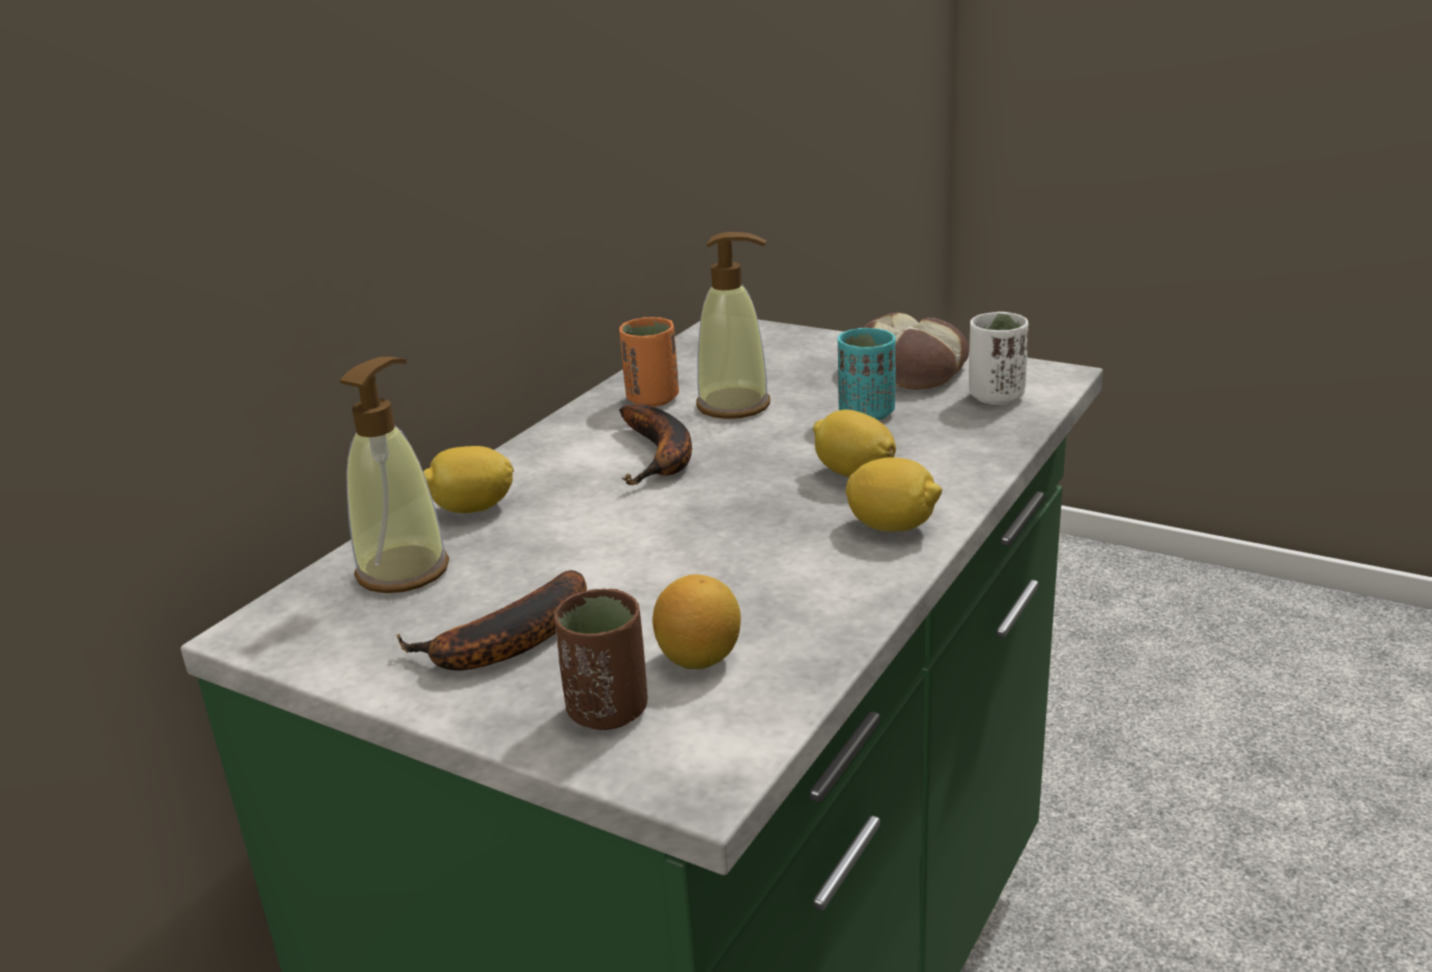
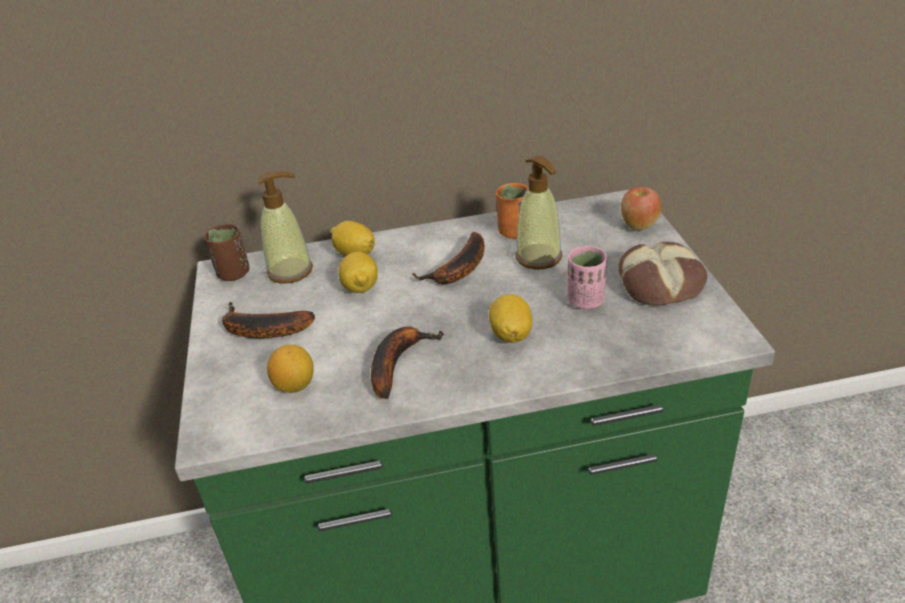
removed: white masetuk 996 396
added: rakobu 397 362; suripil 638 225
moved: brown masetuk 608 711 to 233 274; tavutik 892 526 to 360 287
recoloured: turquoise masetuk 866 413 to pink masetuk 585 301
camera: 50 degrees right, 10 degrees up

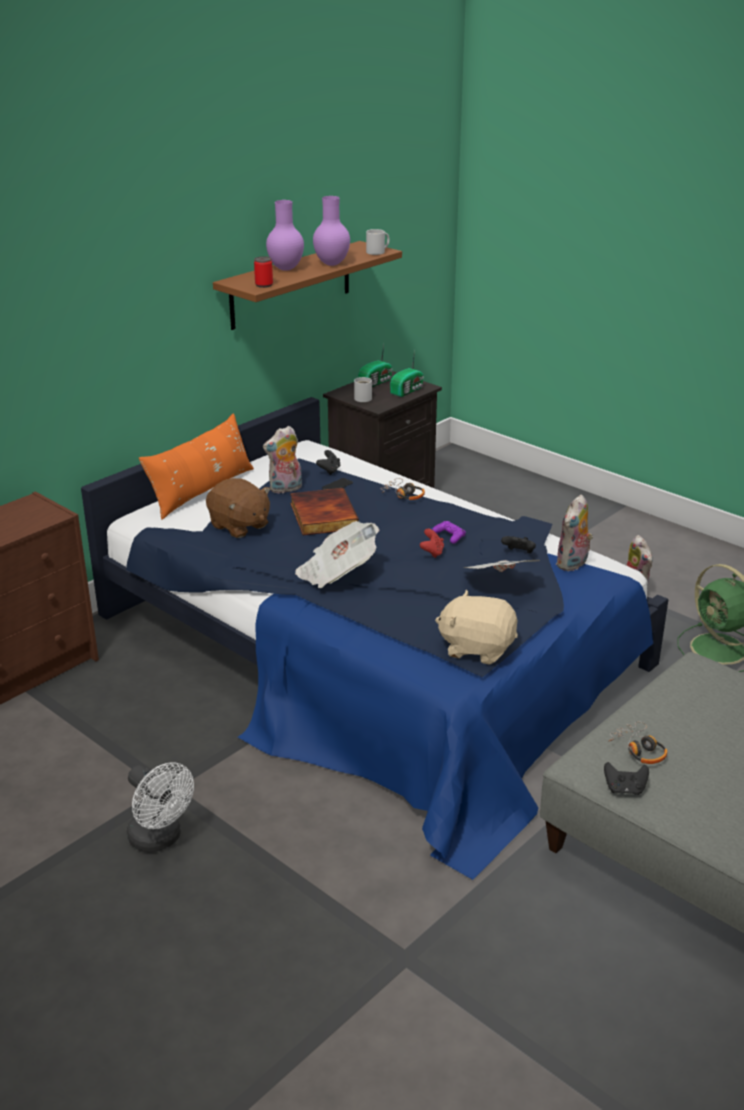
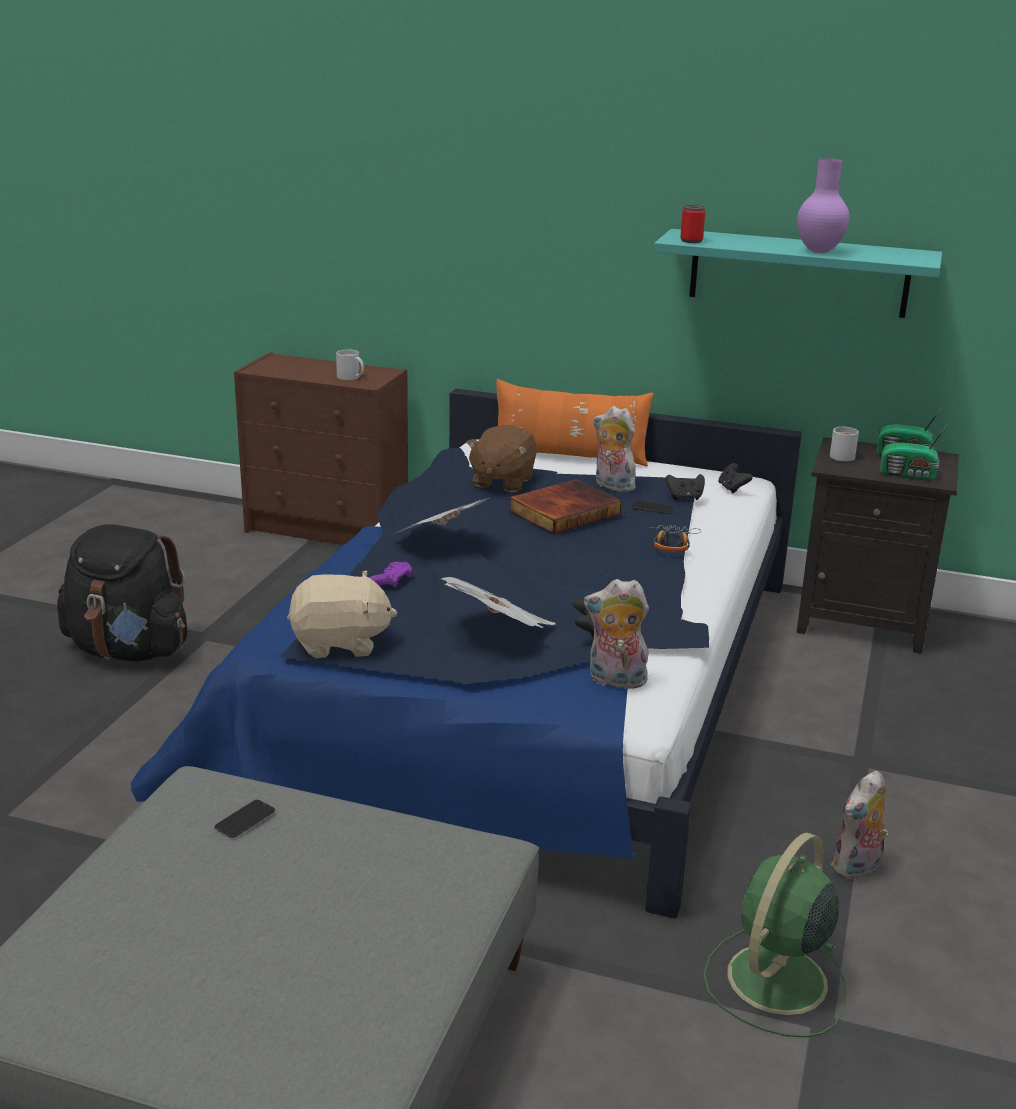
removed: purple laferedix 286 269; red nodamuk 432 552
moved: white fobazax 377 252 to 349 377; purple nodamuk 449 536 to 391 580; black nodamuk 624 789 to 732 489
replaced: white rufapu 160 839 to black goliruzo 129 651; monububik 638 749 to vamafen 245 819
recoloured: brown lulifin 291 285 to turquoise lulifin 798 273
turned: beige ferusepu 477 648 = 340 643 90 degrees clockwise
camera: 65 degrees right, 5 degrees down

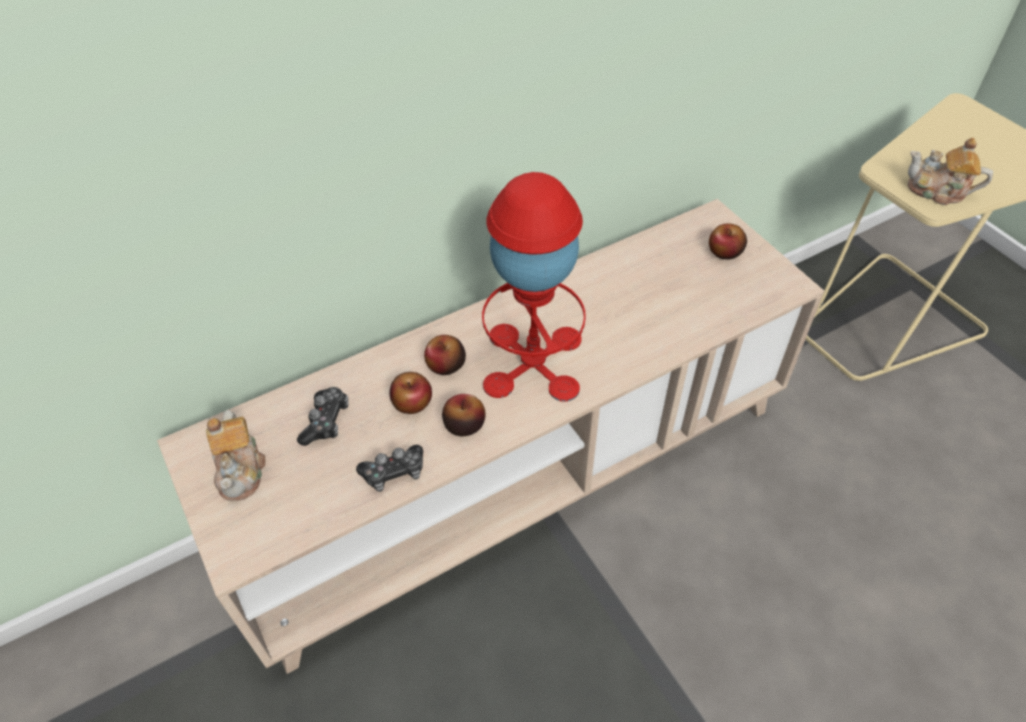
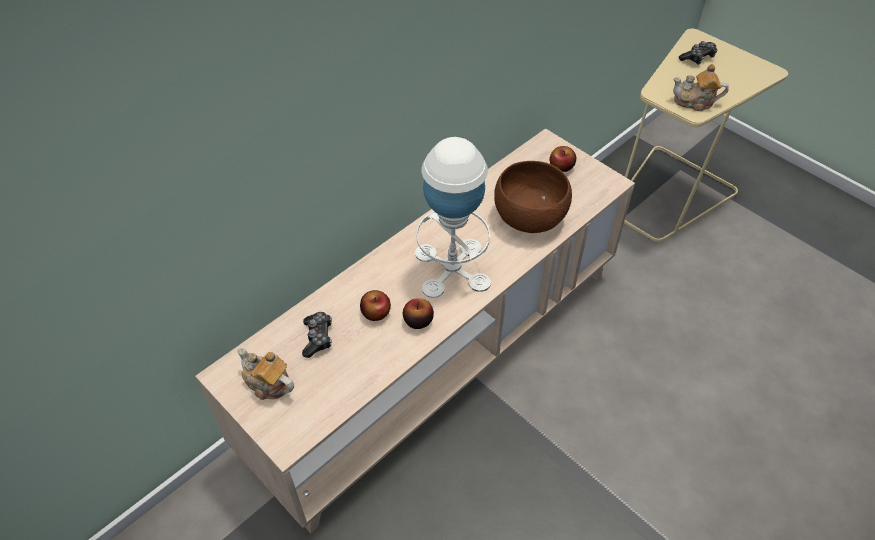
removed: suripil 446 365
added: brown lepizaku 529 217
moved: nodamuk 394 473 to 698 58
recoloured: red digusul 533 362 to white digusul 452 268
turned: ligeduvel 241 470 = 268 383 150 degrees clockwise
camera: 15 degrees left, 0 degrees up

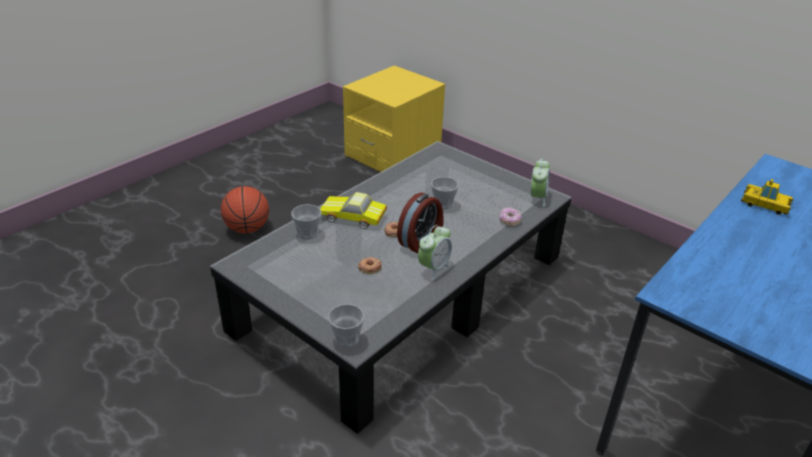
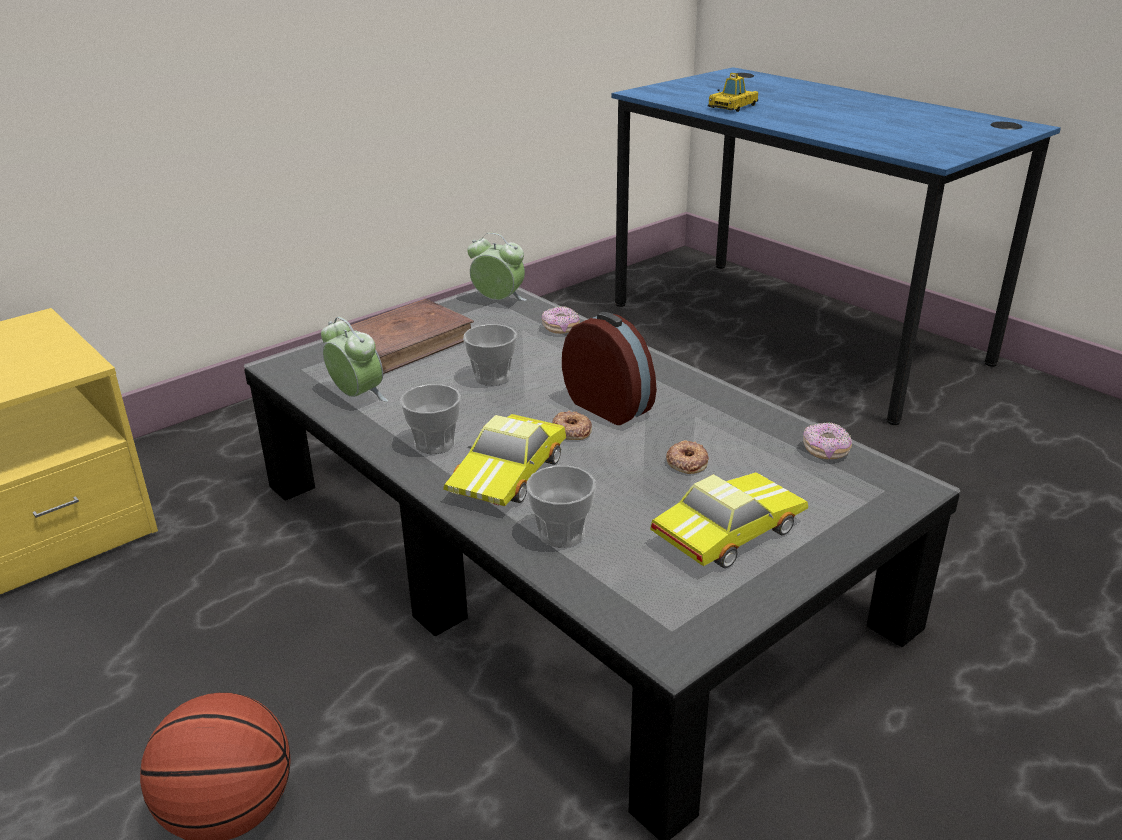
added: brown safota 405 343; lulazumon 725 531; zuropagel 825 451
moved: masetuk 346 339 to 434 443; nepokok 434 268 to 357 396
camera: 80 degrees left, 5 degrees down

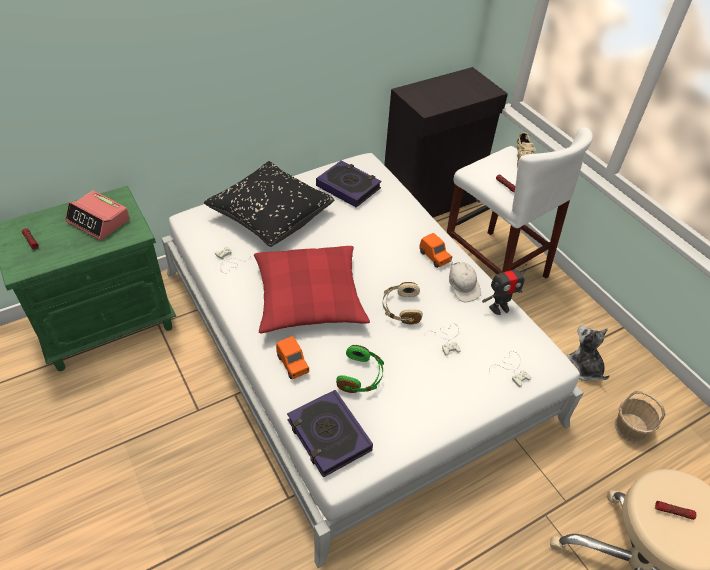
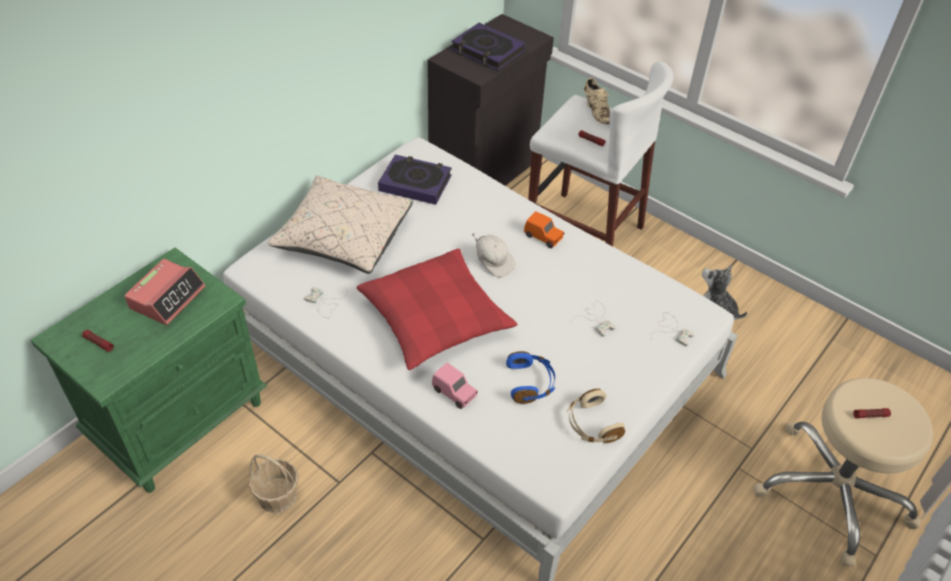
removed: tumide 499 308
moved: safota 328 435 to 487 51; beige monububik 401 308 to 592 424; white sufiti 462 287 to 493 262; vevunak 630 428 to 277 495
recoloured: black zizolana 271 215 to beige zizolana 344 238; orange lulazumon 293 364 to pink lulazumon 454 393; green monububik 361 376 to blue monububik 530 383
turned: nepokok 99 221 = 167 297 75 degrees counterclockwise
camera: 20 degrees left, 0 degrees up

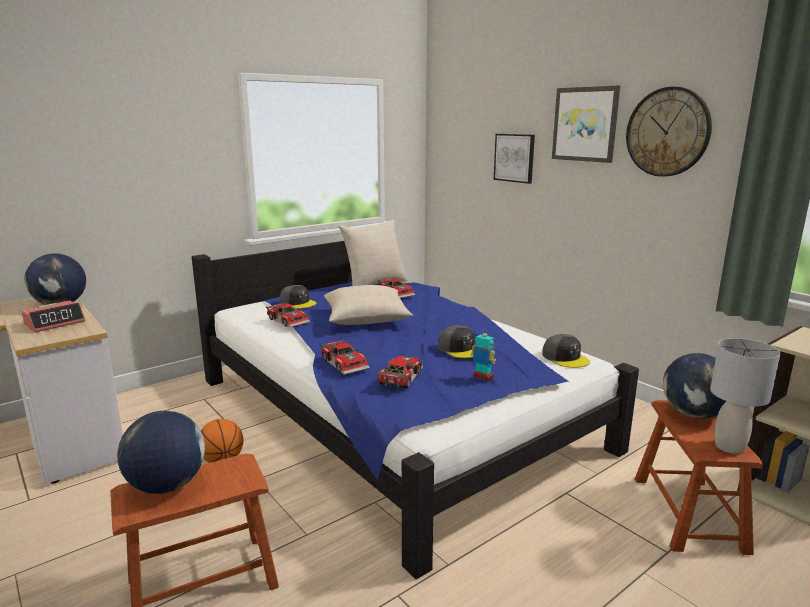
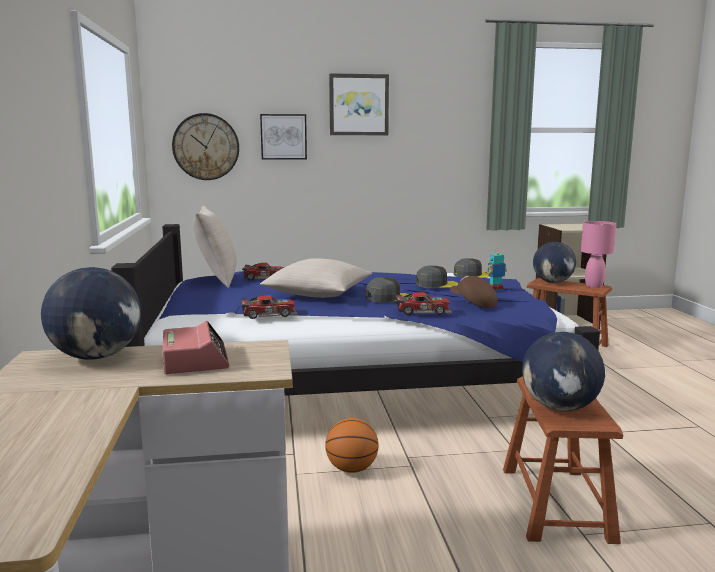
moved: grey sufiti 298 303 to 387 297; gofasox 667 132 to 206 147
replaced: lulazumon 398 378 to brown sufiti 473 303
recoloured: grey digusul 728 446 to pink digusul 593 286
camera: 60 degrees left, 5 degrees down

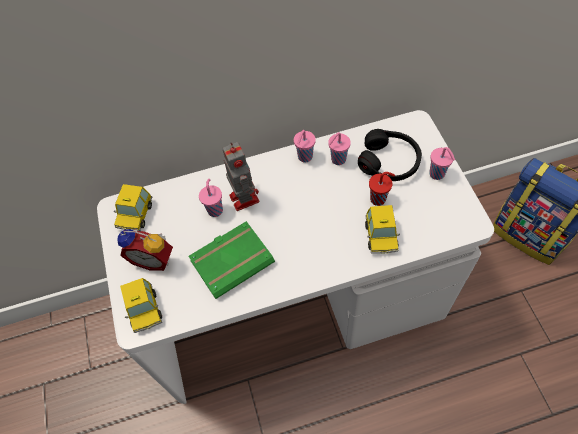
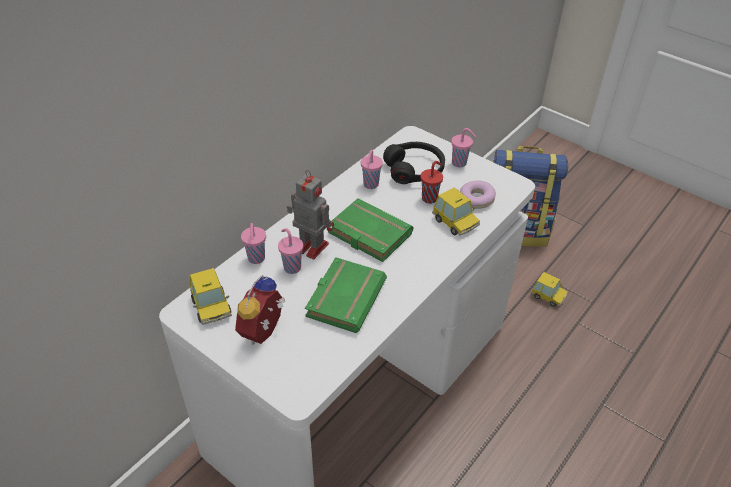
added: green safota 367 234; zuropagel 476 199
moved: lulazumon 144 310 to 548 296; pink masetuk 304 157 to 256 259
turned: nepokok 154 258 = 265 332 135 degrees clockwise
camera: 40 degrees left, 15 degrees down

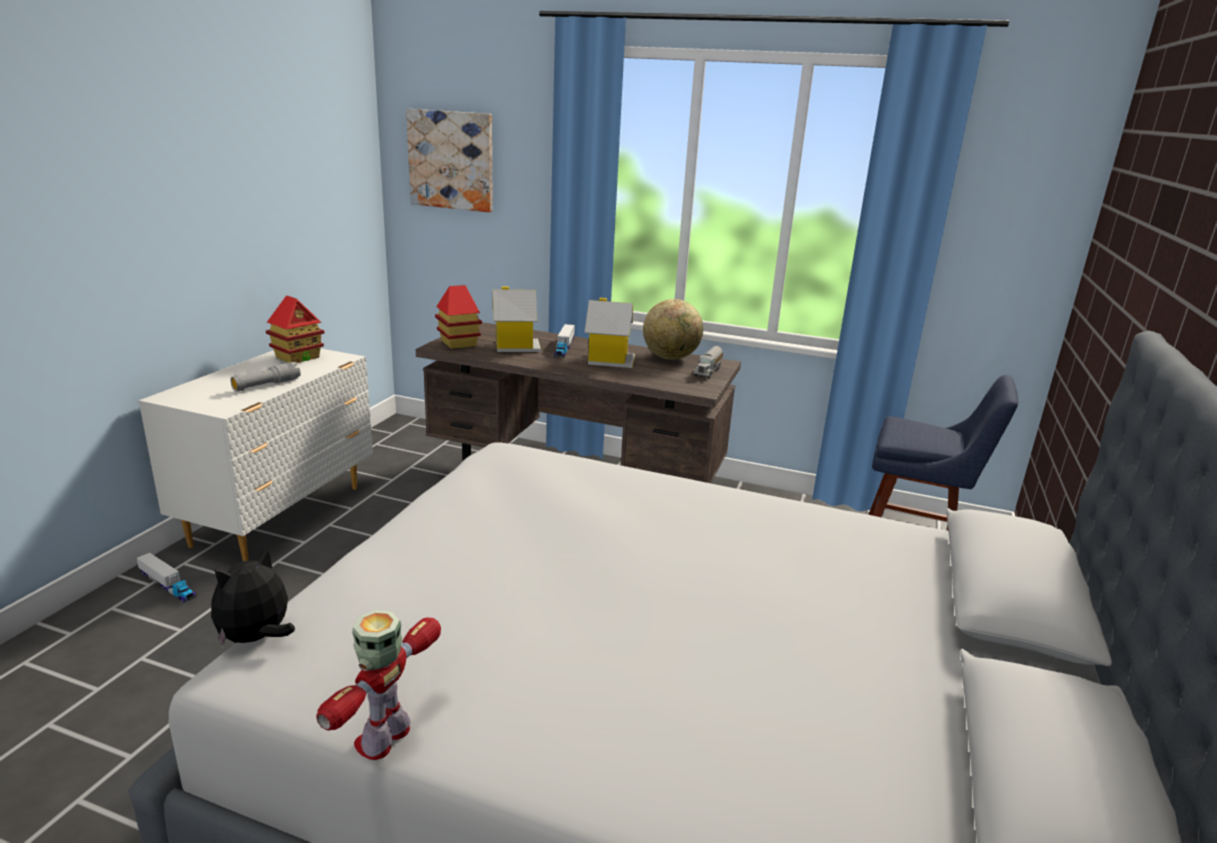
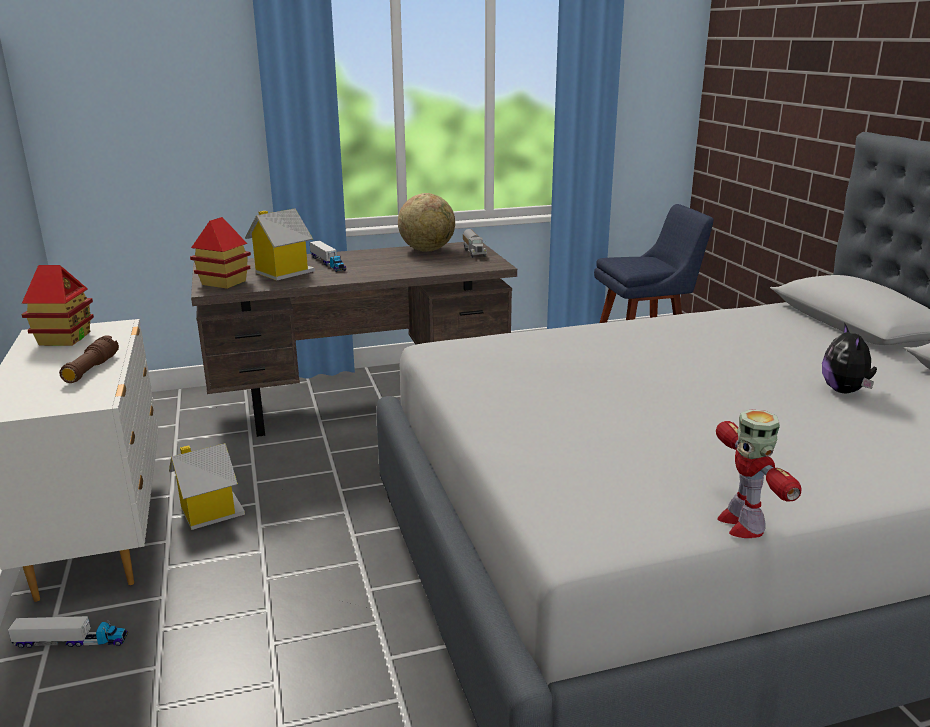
removed: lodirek 451 160
moved: ferusepu 257 638 to 845 391; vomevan 609 360 to 209 512
recoloured: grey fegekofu 267 385 to brown fegekofu 91 369
camera: 35 degrees left, 0 degrees up

